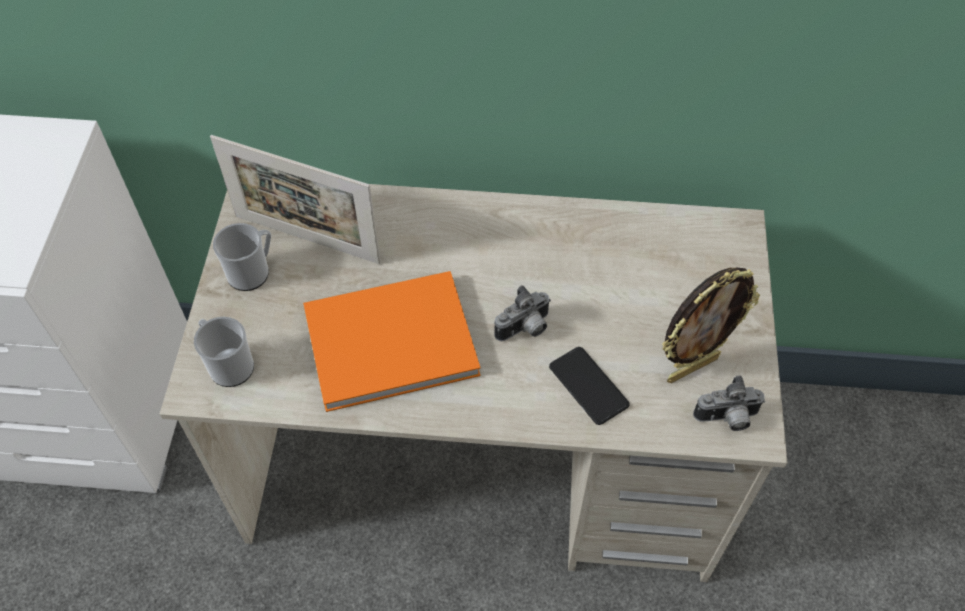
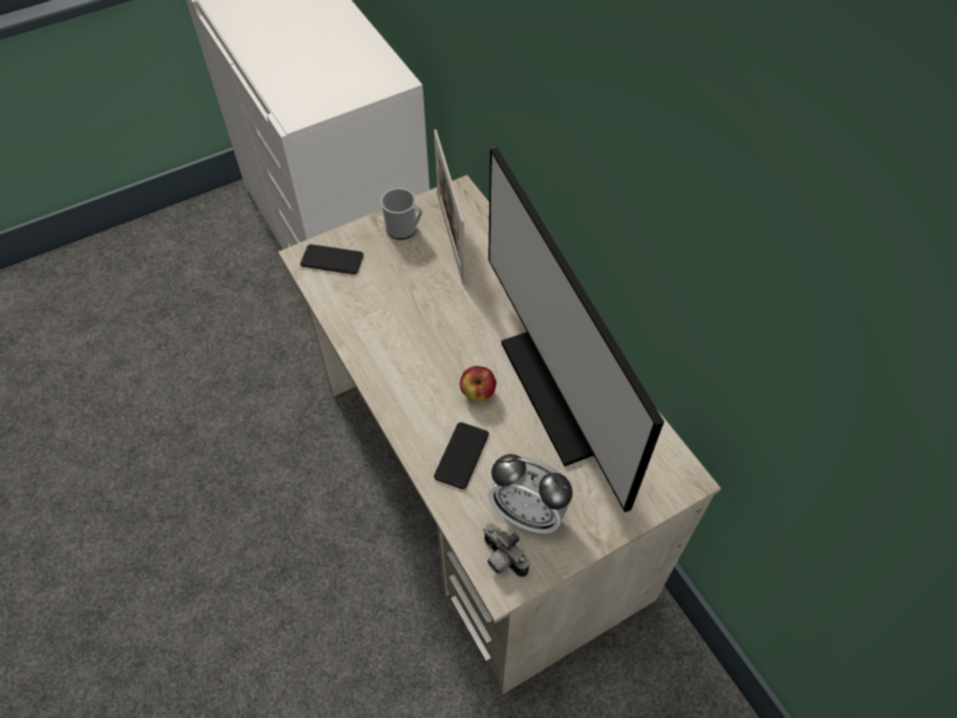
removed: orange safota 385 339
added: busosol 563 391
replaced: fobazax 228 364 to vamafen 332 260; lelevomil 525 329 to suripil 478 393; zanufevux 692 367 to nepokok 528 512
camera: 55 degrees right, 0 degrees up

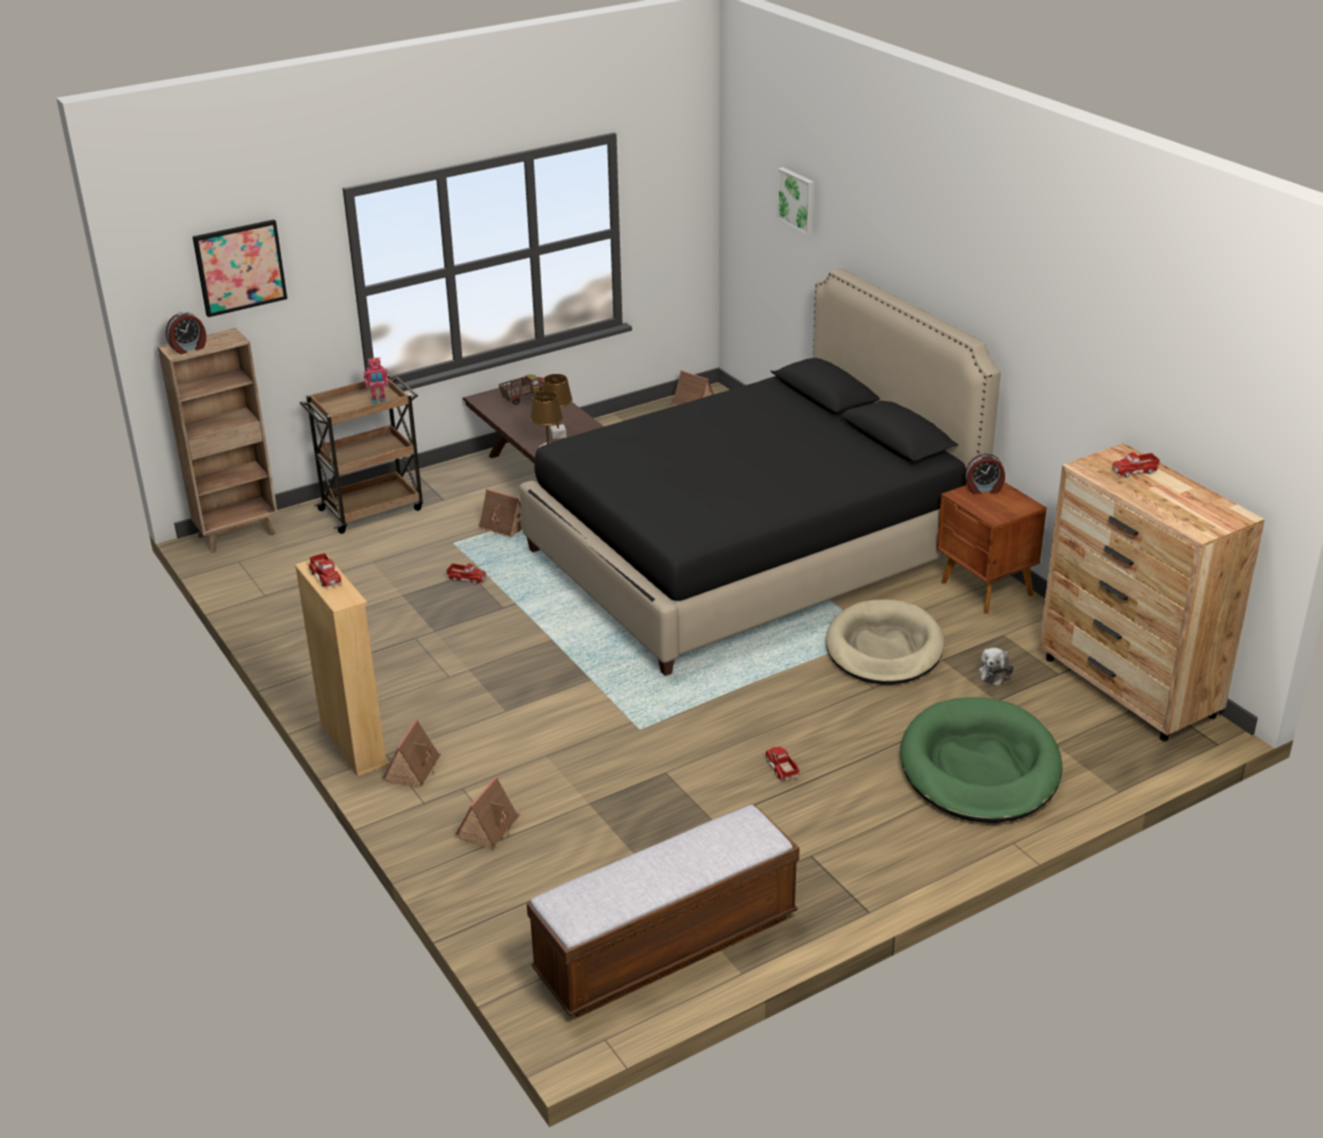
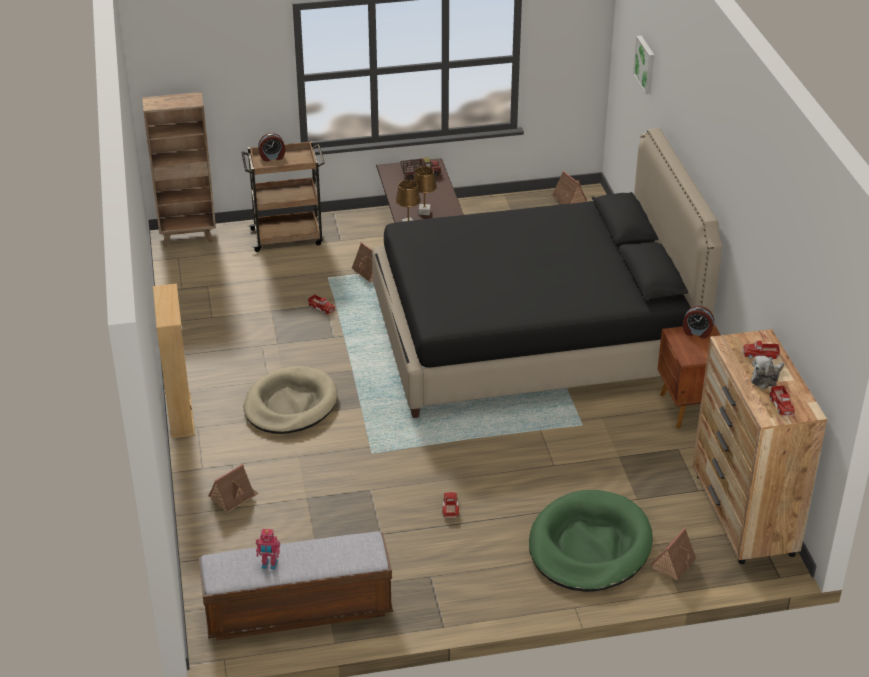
removed: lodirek 240 267
moved: nepokok 189 348 to 272 157; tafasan 326 576 to 781 405; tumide 379 401 to 269 565; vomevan 413 769 to 674 562; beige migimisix 884 648 to 290 404; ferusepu 995 673 to 766 378
camera: 20 degrees right, 5 degrees up

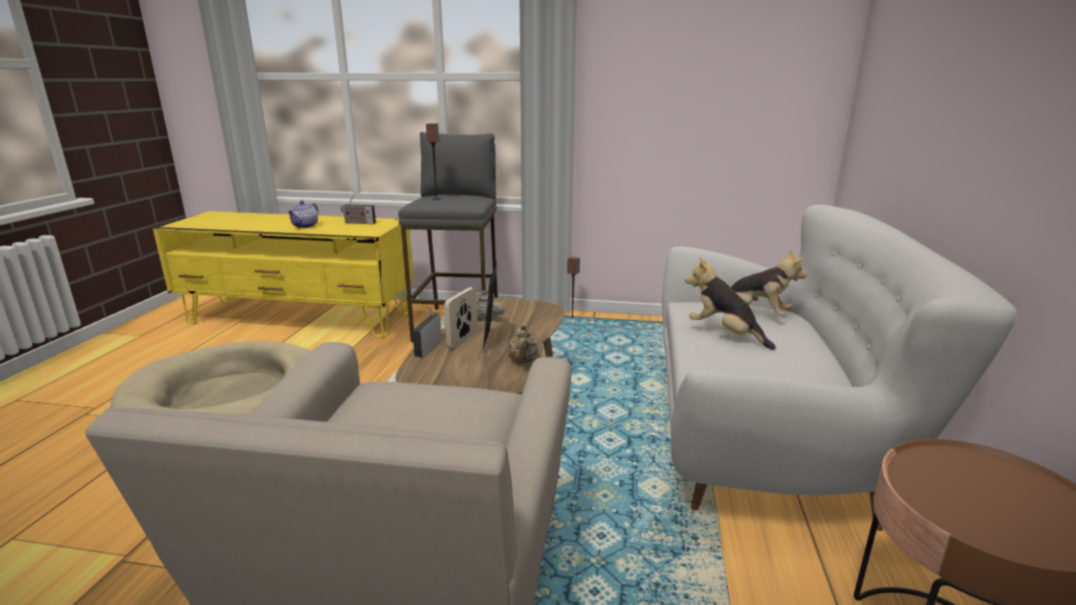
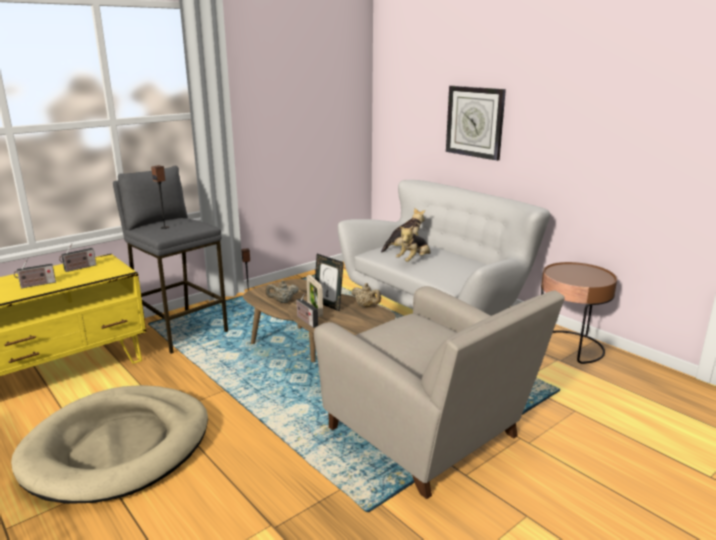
added: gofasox 475 122
replaced: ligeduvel 305 226 to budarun 36 285
turned: ferusepu 724 334 = 414 260 45 degrees counterclockwise
camera: 50 degrees left, 0 degrees up

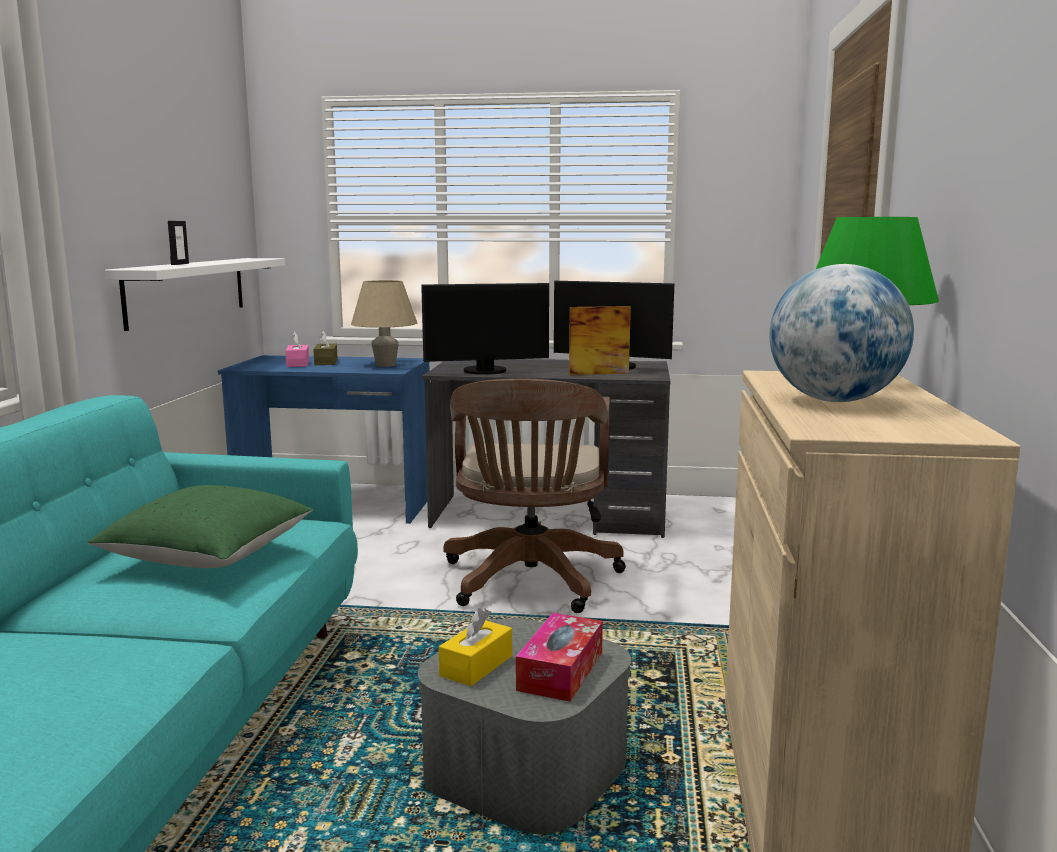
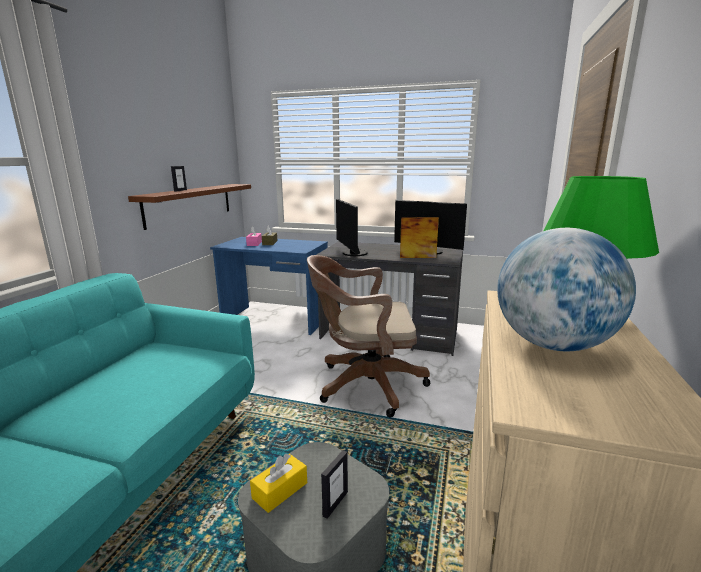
removed: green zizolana 209 557; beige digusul 385 365
replaced: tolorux 560 671 to zanufevux 335 503
recoloured: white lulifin 187 290 to brown lulifin 190 204
turned: busosol 486 371 = 352 253 75 degrees clockwise; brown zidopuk 530 582 = 364 385 75 degrees clockwise
camera: 10 degrees right, 5 degrees up

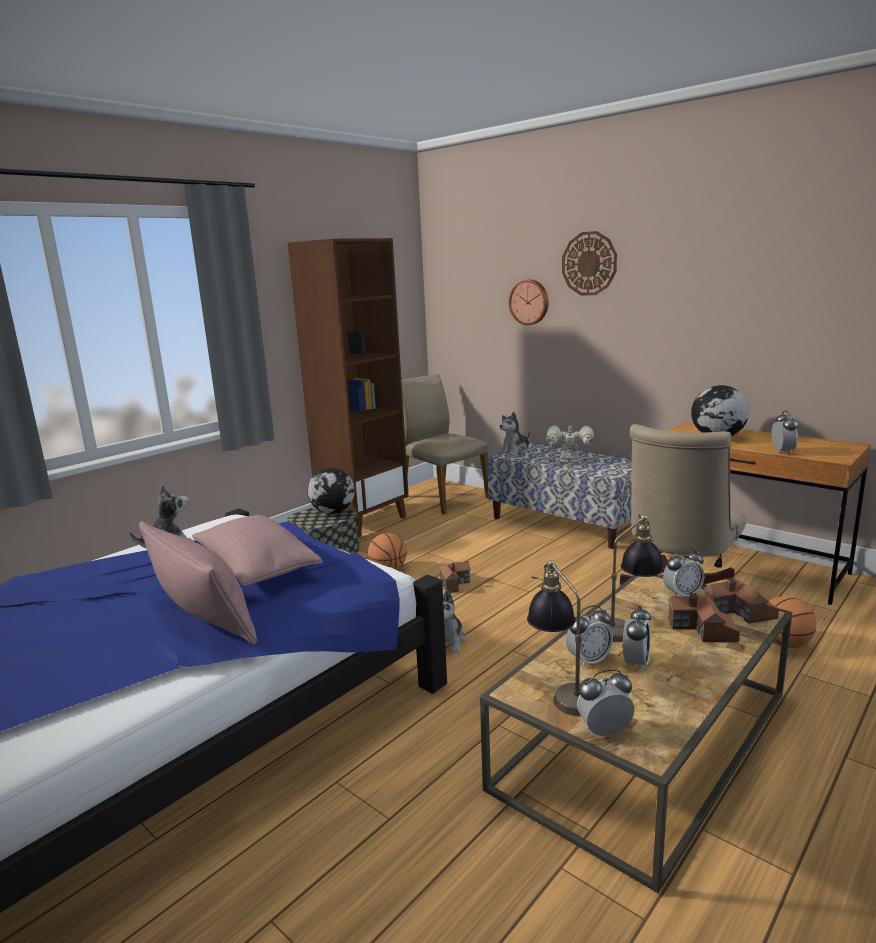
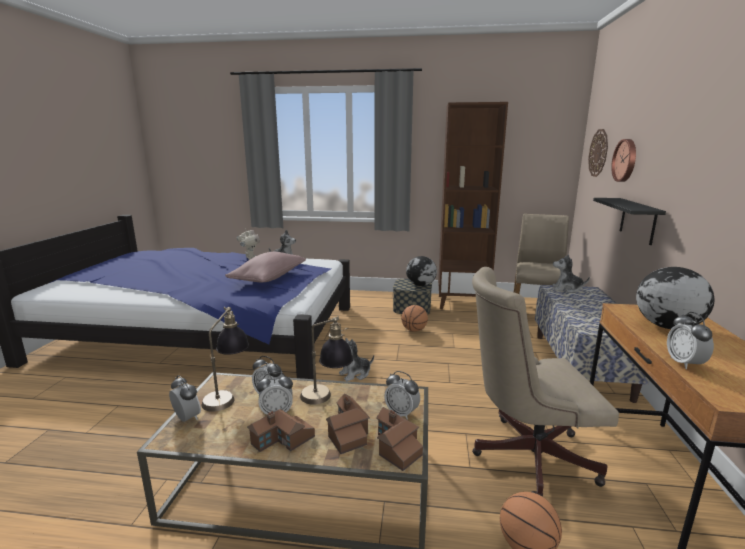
removed: pink zizolana 204 617
added: black lulifin 638 220
moved: vomevan 455 583 to 283 439; tumide 569 463 to 250 258; gofasox 589 263 to 598 153
turned: nepokok 782 452 = 684 363 120 degrees clockwise
camera: 55 degrees right, 0 degrees up

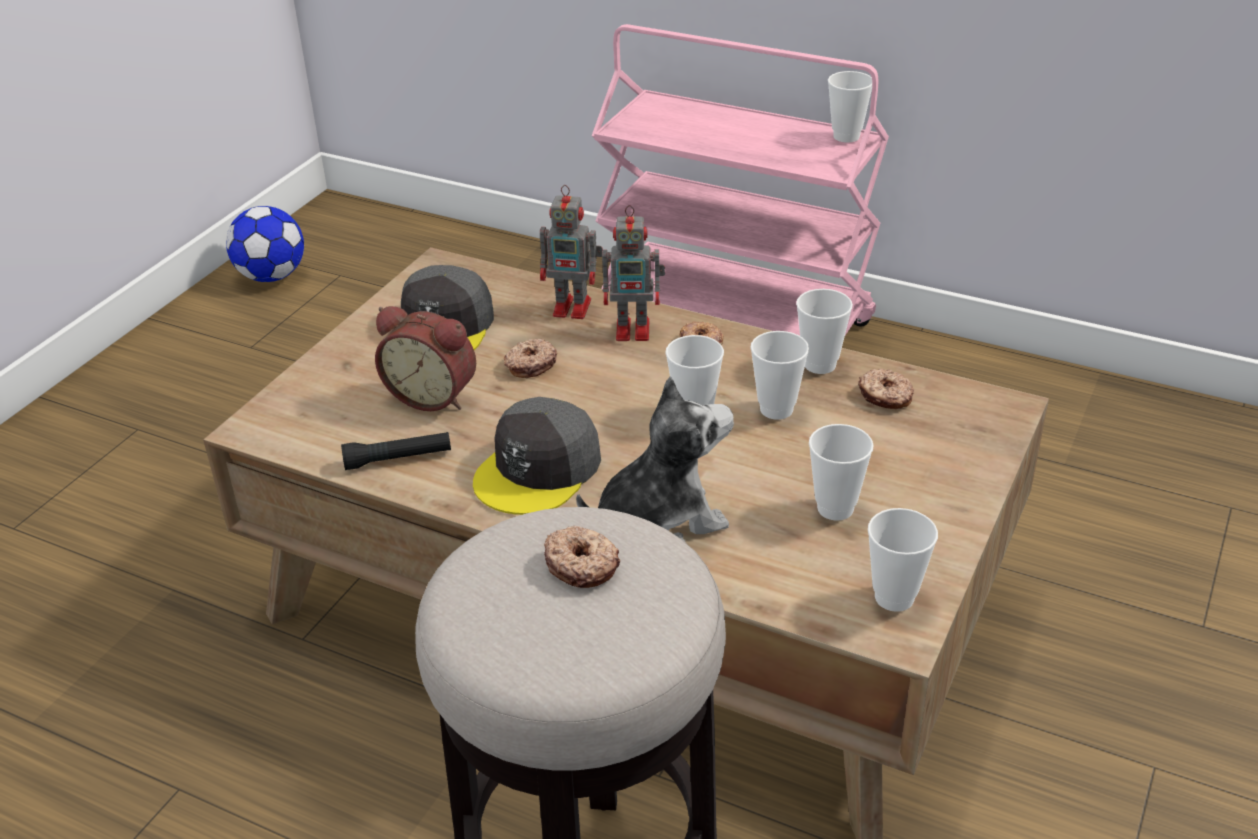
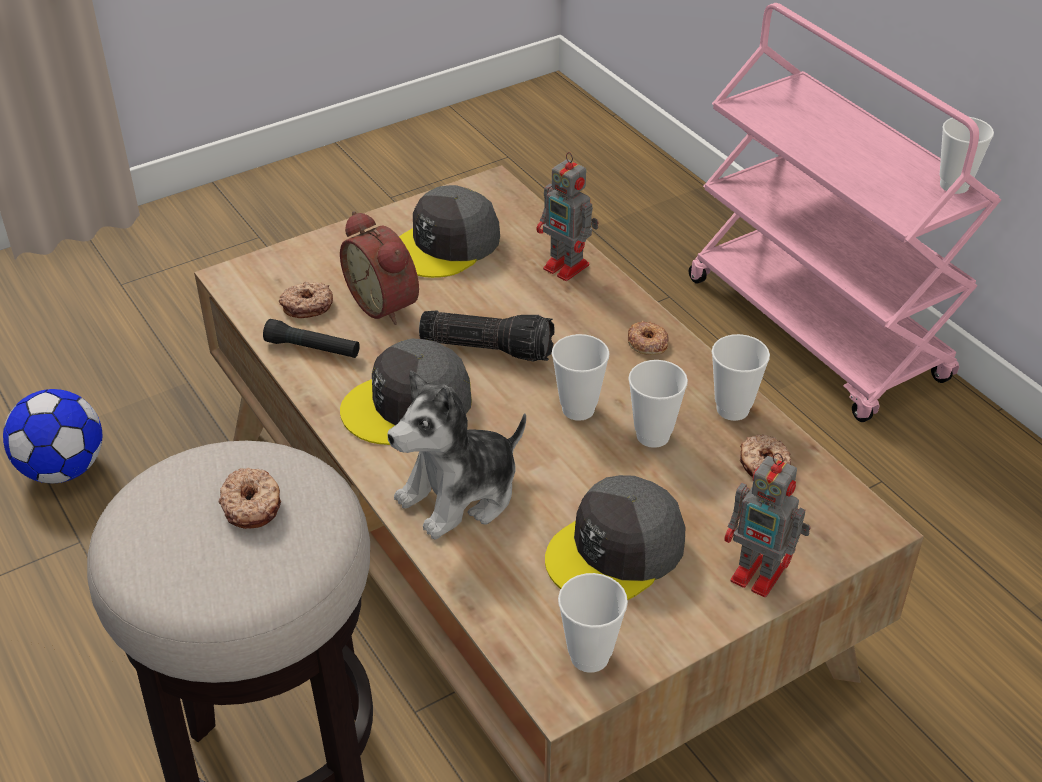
added: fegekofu 488 347
moved: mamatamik 272 276 to 63 469; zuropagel 530 365 to 307 305; tumide 635 330 to 760 575
replaced: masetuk 835 508 to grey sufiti 616 551
turned: ferusepu 659 522 = 460 495 135 degrees clockwise
camera: 30 degrees right, 5 degrees up

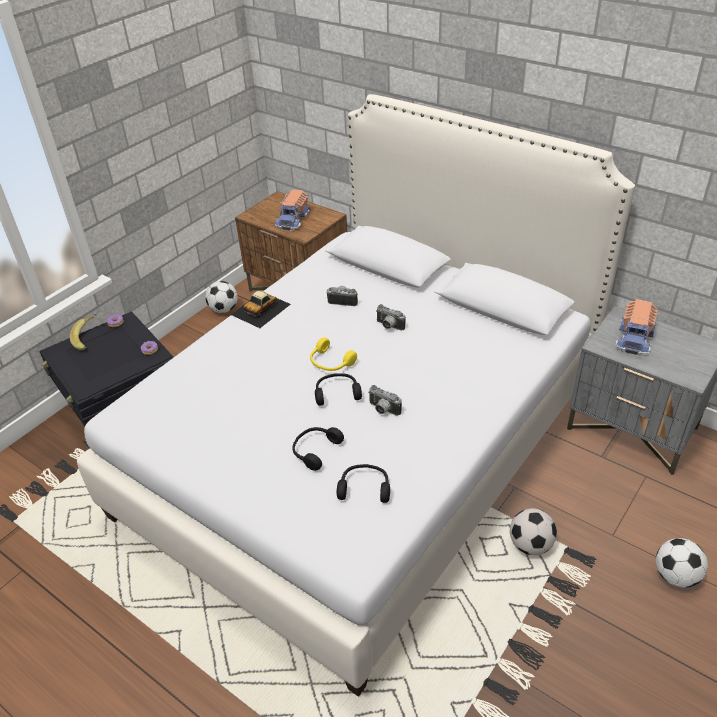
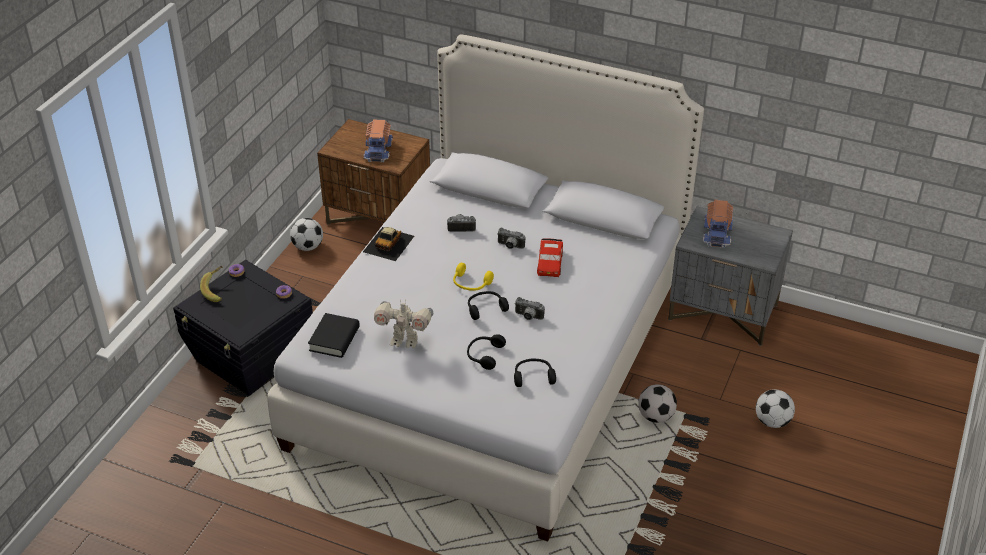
added: black safota 334 339; tumide 404 341; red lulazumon 550 263
camera: 15 degrees left, 0 degrees up

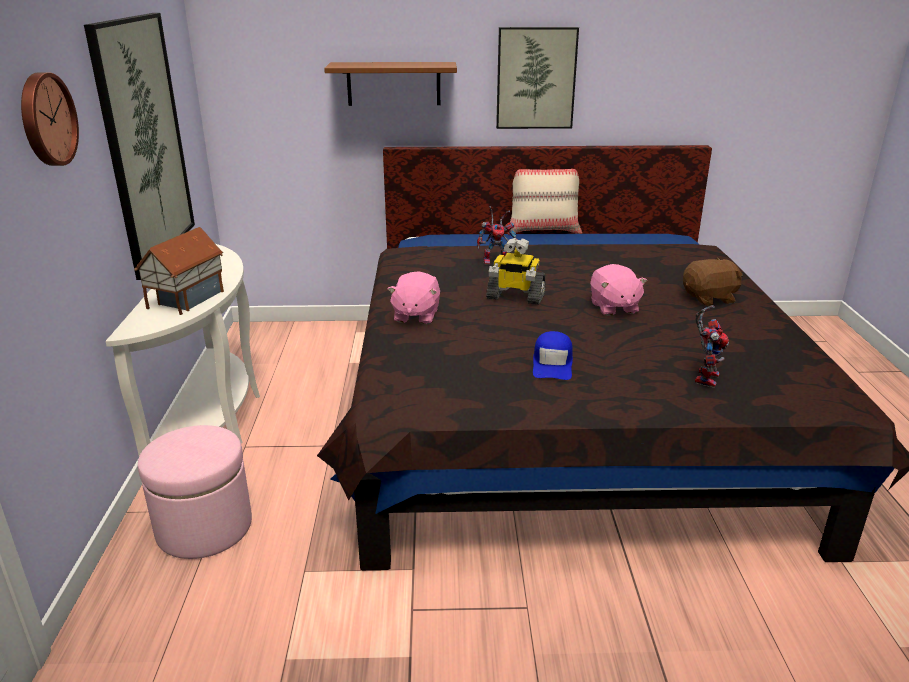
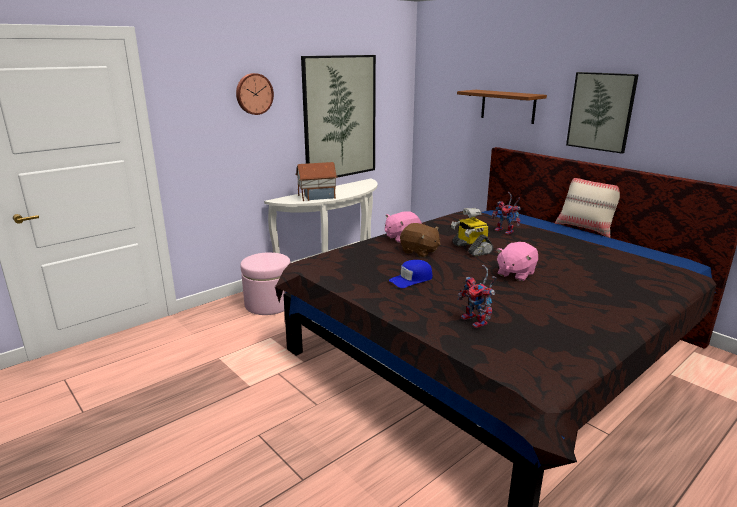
moved: brown ferusepu 710 298 to 419 252
turned: tumide 704 376 = 477 321 75 degrees clockwise
camera: 50 degrees right, 5 degrees down

